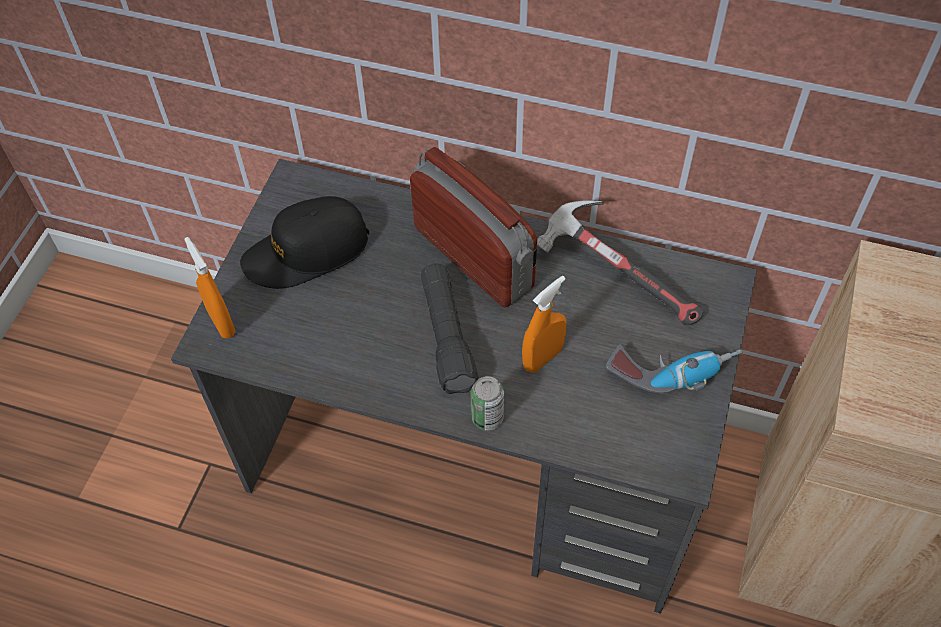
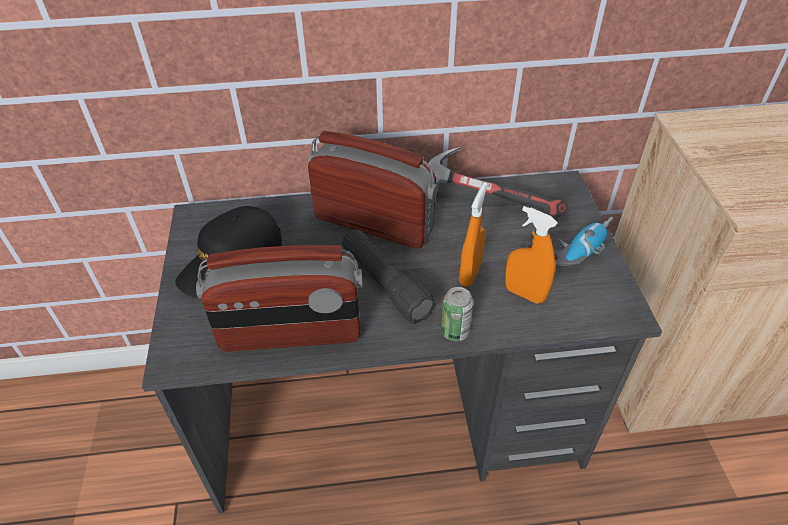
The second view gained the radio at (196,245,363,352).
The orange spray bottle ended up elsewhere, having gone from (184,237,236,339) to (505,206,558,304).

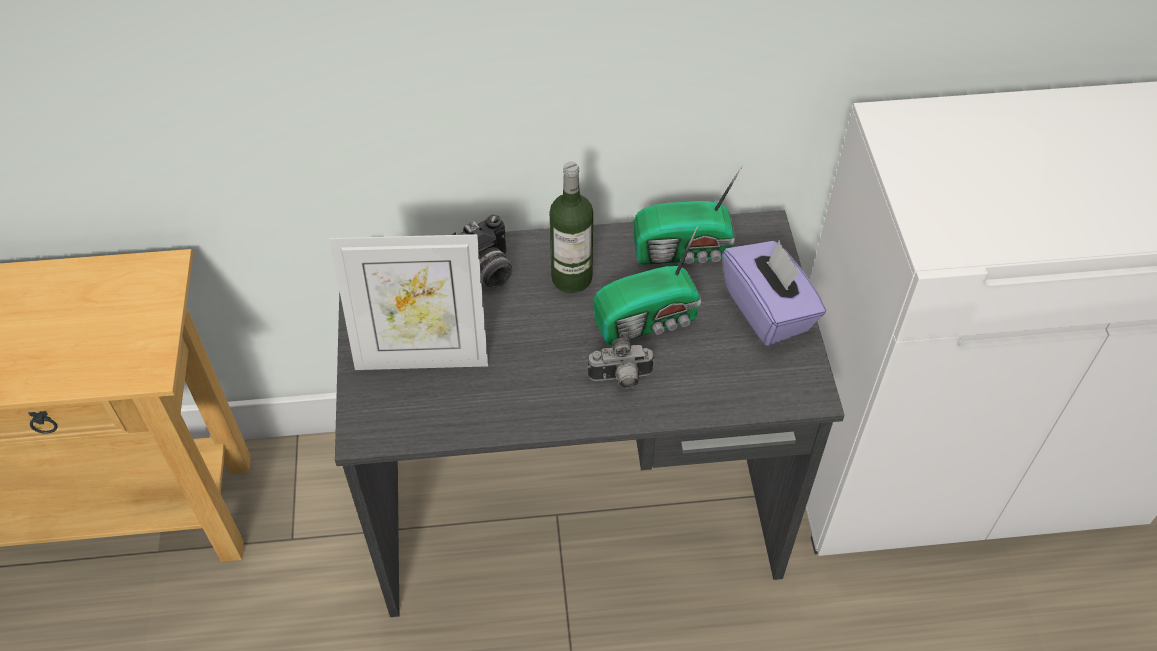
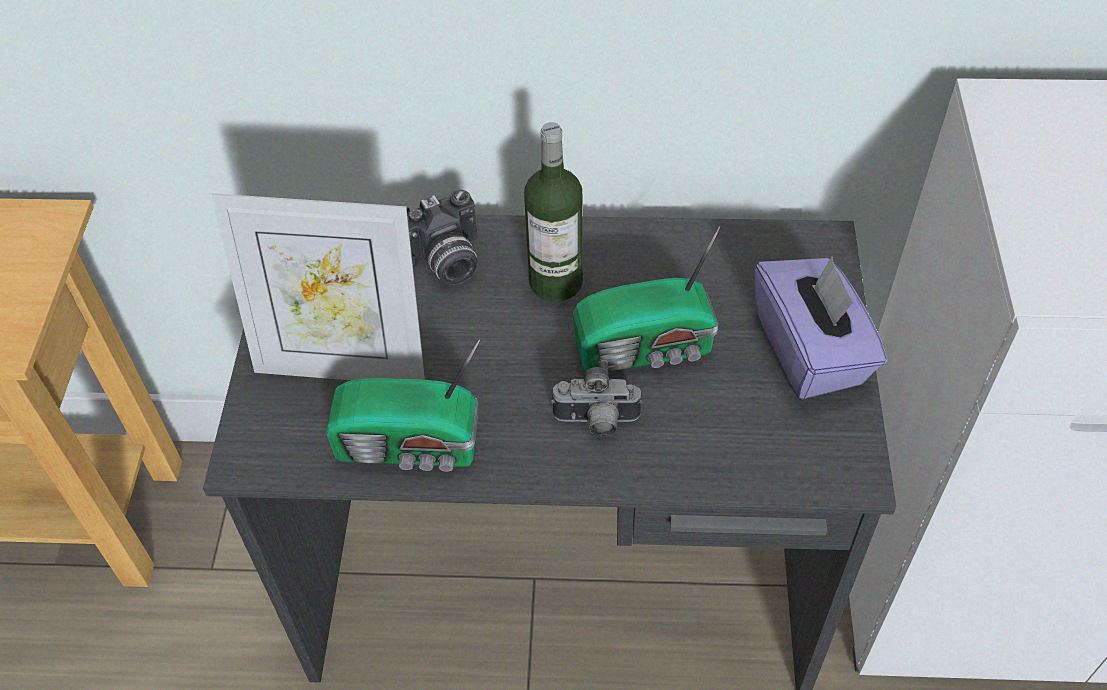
The radio ended up elsewhere, having gone from (634,166,742,265) to (326,339,480,472).

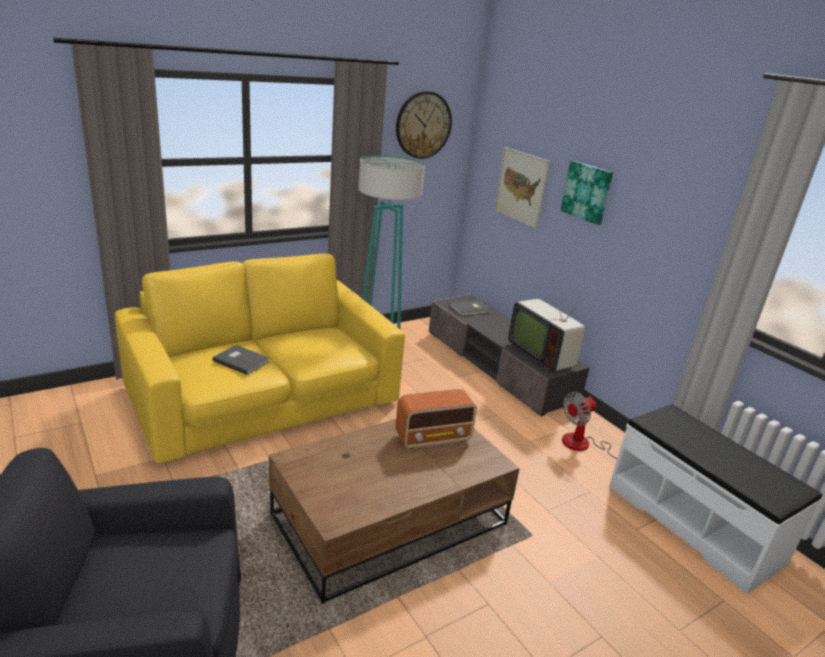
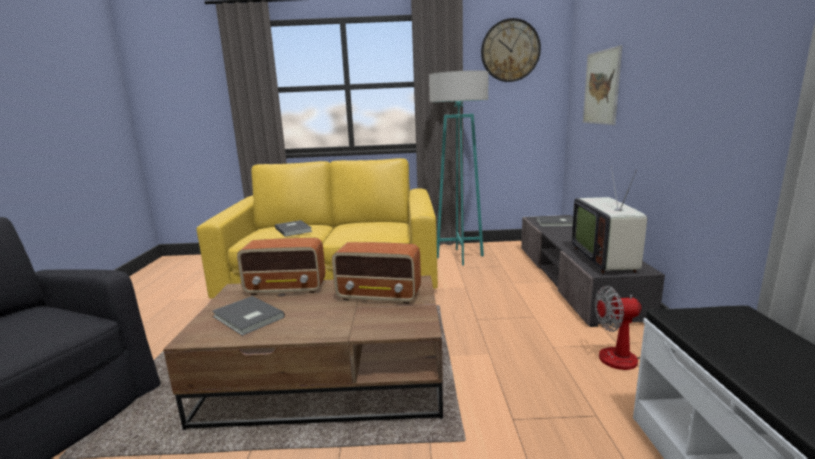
The second view lost the picture at (561,161,613,225).
The second view gained the grey book at (212,296,285,336).
The second view gained the radio at (237,238,325,295).

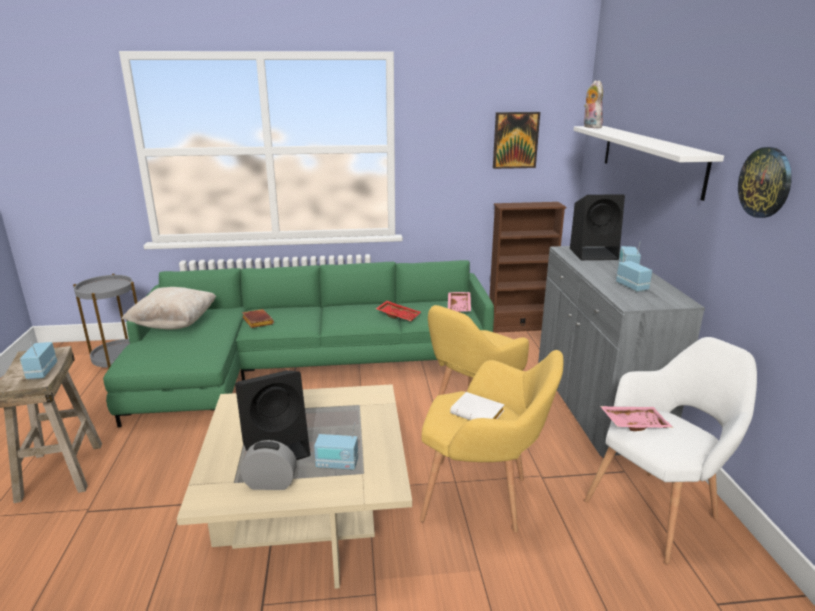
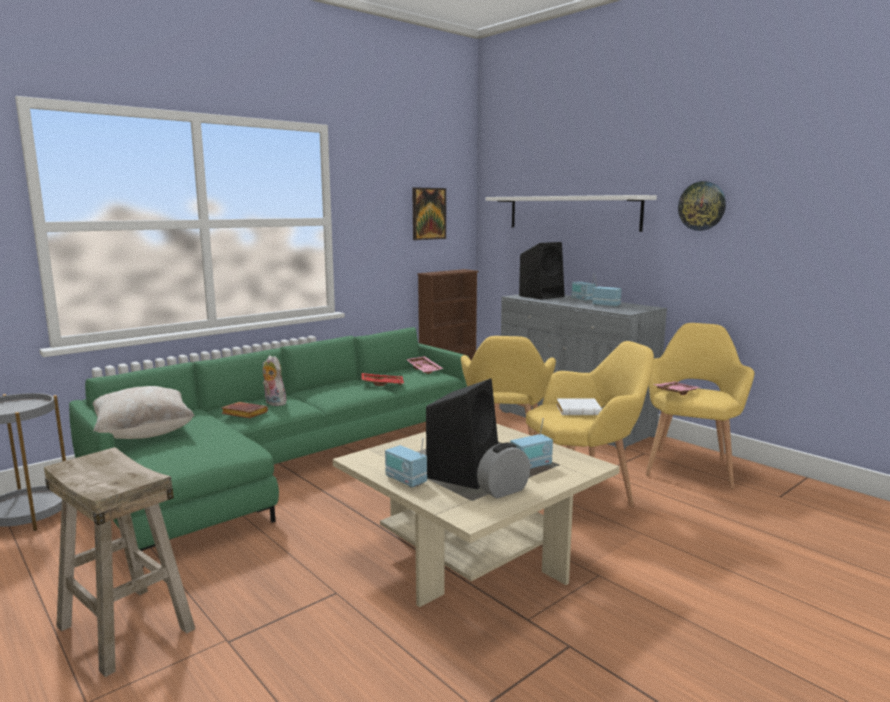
The radio ended up elsewhere, having gone from (20,342,57,379) to (385,438,427,488).
The plush toy ended up elsewhere, having gone from (584,80,603,128) to (262,355,286,406).
What was the white armchair at (584,337,757,564) turned into the yellow armchair at (646,323,754,489).

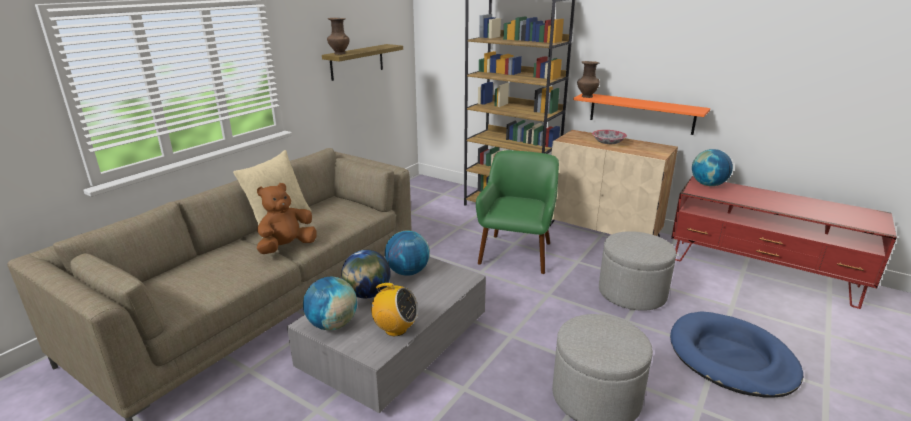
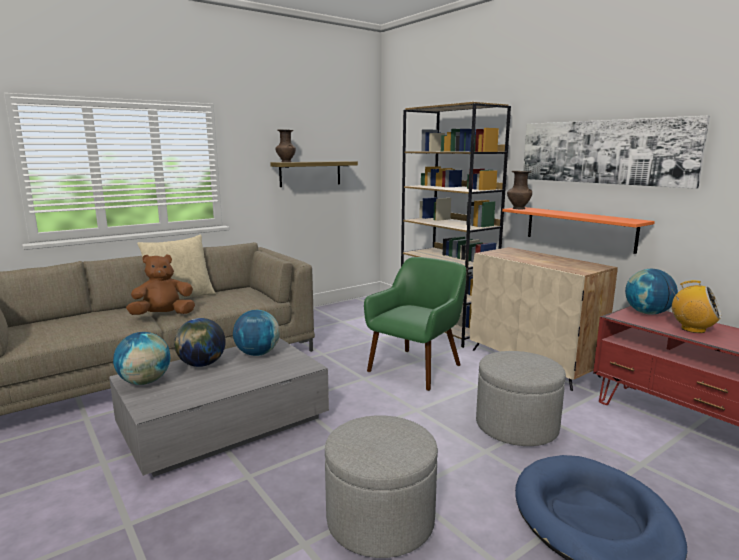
The second view lost the bowl at (592,130,627,144).
The second view gained the picture at (523,116,710,189).
The radio ended up elsewhere, having gone from (365,283,418,336) to (672,280,722,333).

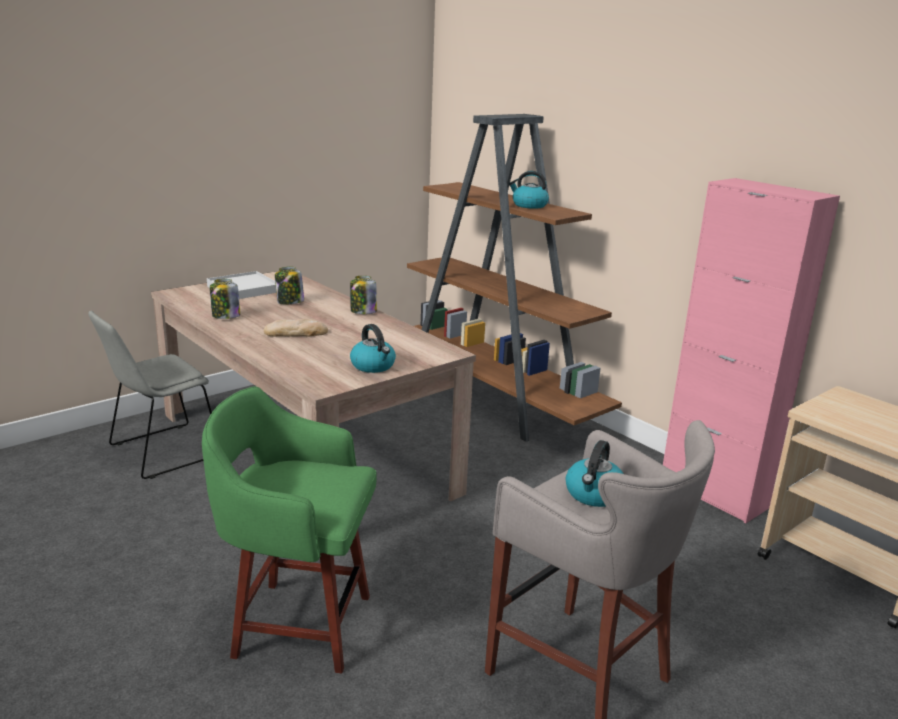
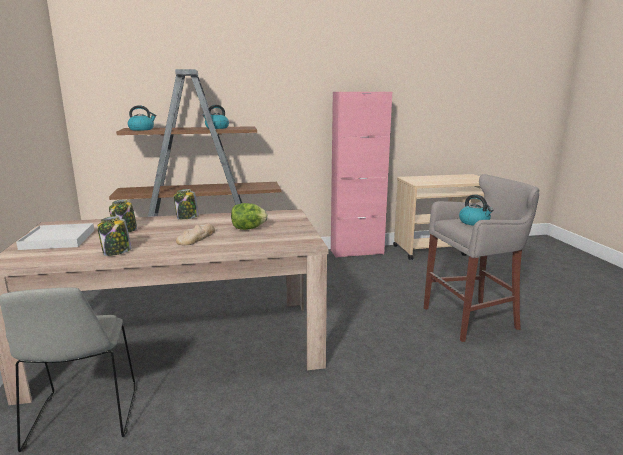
The second view lost the green stool at (202,386,377,674).
The second view gained the lettuce at (231,203,268,230).
The kettle ended up elsewhere, having gone from (350,324,396,373) to (128,105,157,131).

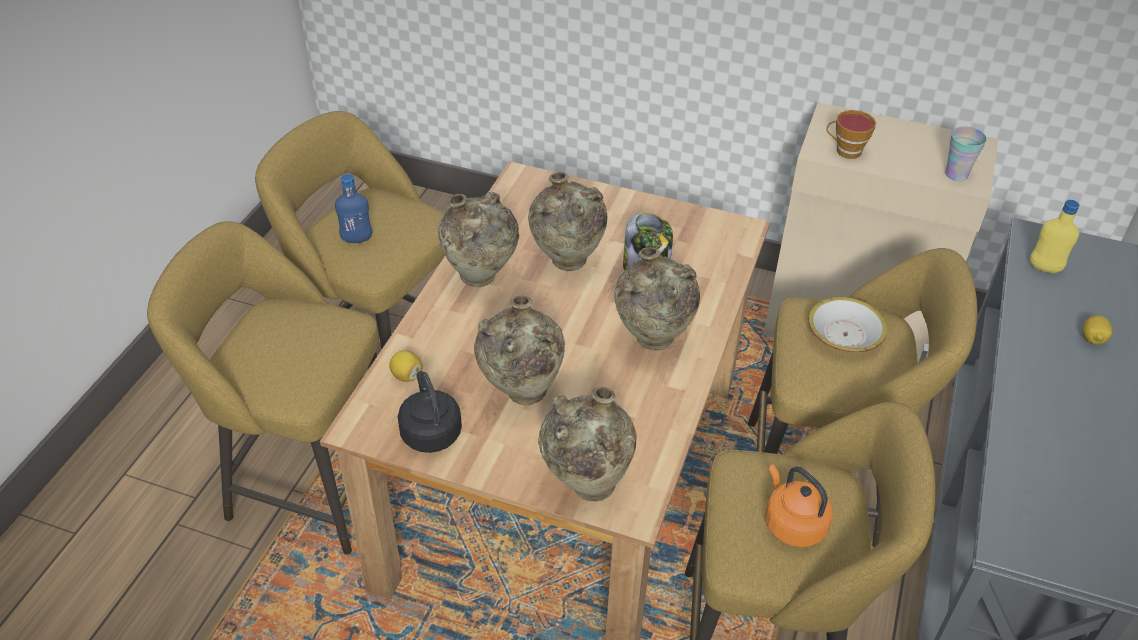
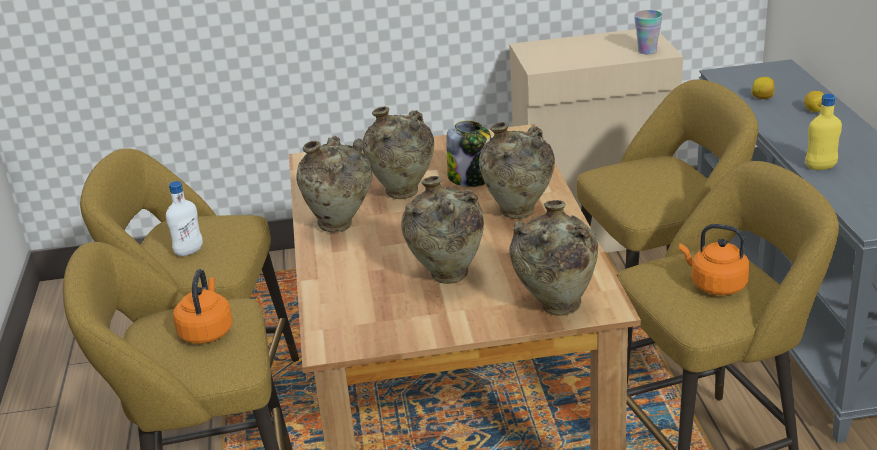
The second view lost the black kettle at (398,371,462,453).
The second view lost the bowl at (808,297,887,353).
The second view lost the cup at (827,110,876,159).
The second view gained the orange kettle at (173,269,232,344).
The lemon ended up elsewhere, having gone from (389,350,423,382) to (751,77,775,99).
The yellow bottle ended up elsewhere, having gone from (1030,200,1079,273) to (805,94,842,170).
What was the blue bottle at (335,174,372,243) turned into the white bottle at (166,181,203,256).

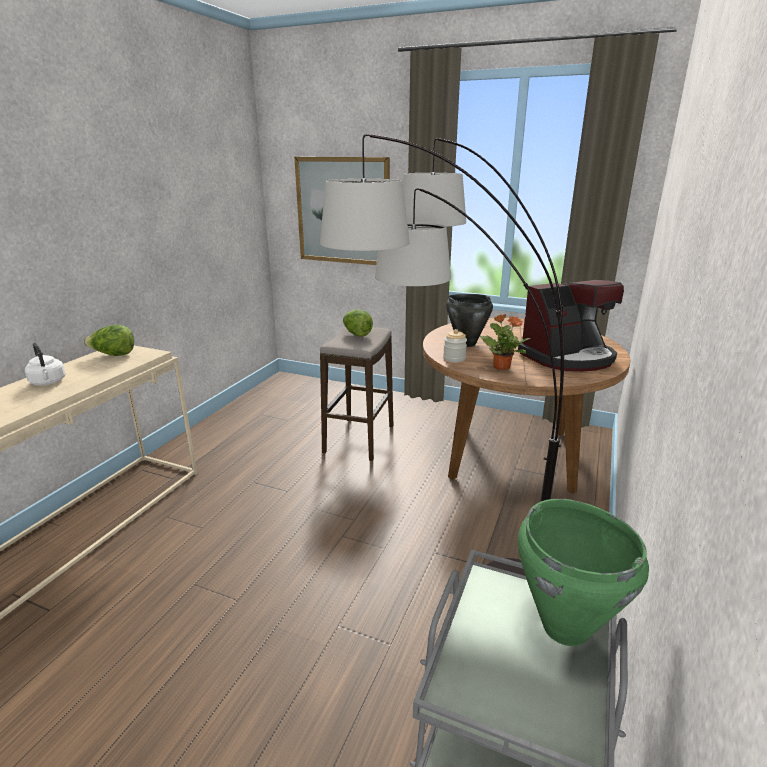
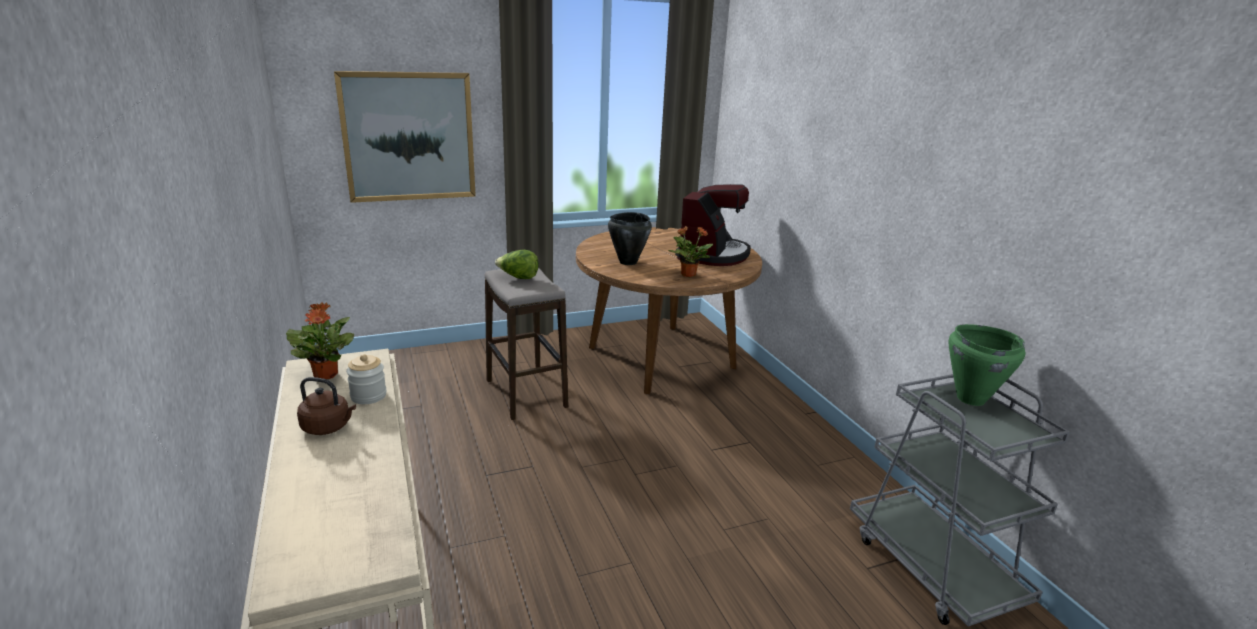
The second view lost the floor lamp at (320,134,564,576).
The jar ended up elsewhere, having gone from (443,329,467,363) to (346,354,387,404).
Where the lettuce stood at (83,325,134,356), the potted plant came to stand at (286,302,354,379).
What was the white kettle at (25,343,65,386) turned into the brown kettle at (297,377,356,435).

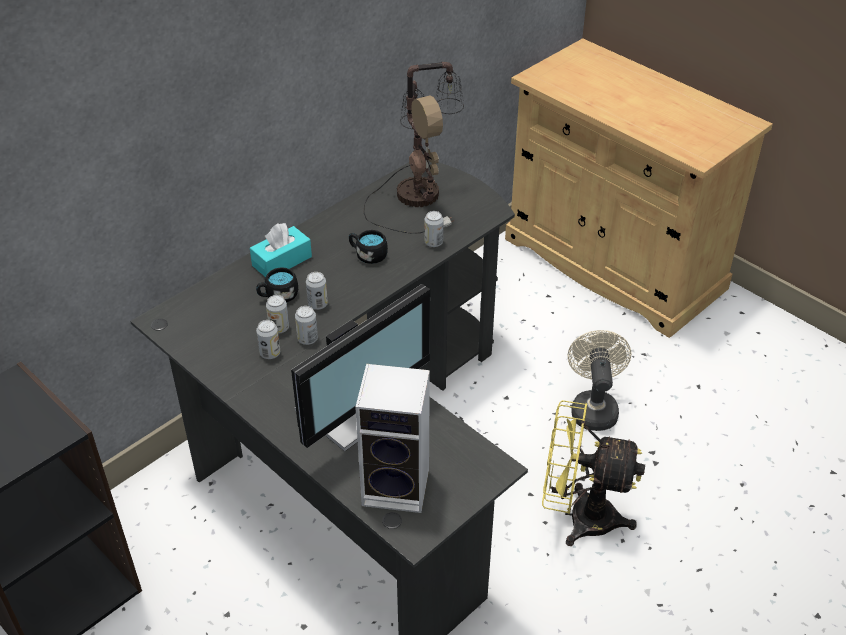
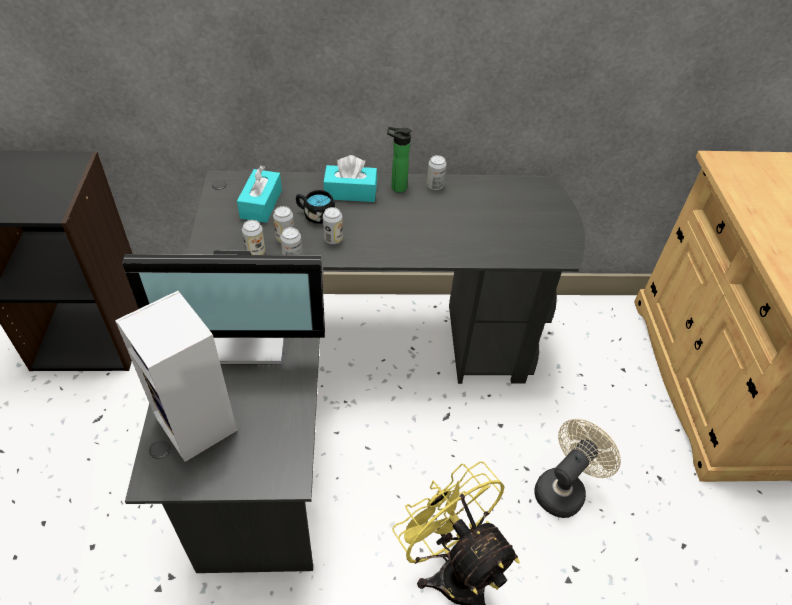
The second view lost the black mug at (349,230,388,264).
The second view lost the table lamp at (364,62,464,234).
The second view gained the turquoise tissue box at (237,166,282,223).
The second view gained the bottle at (387,127,412,193).
The can ended up elsewhere, having gone from (424,211,443,247) to (427,155,446,190).

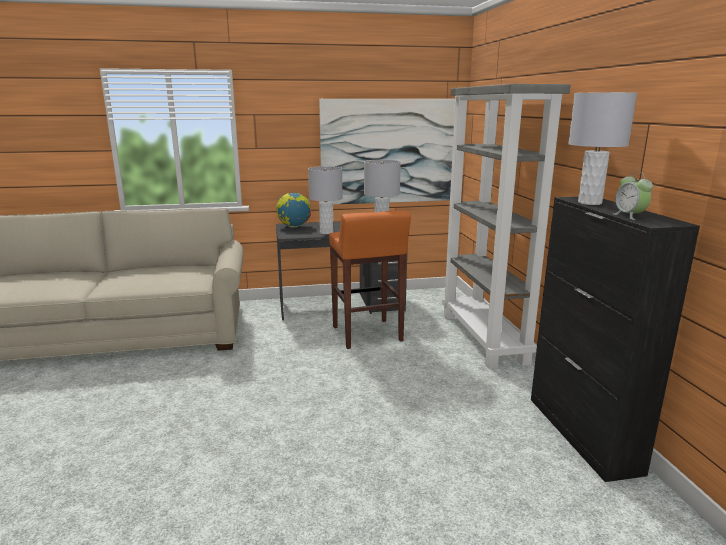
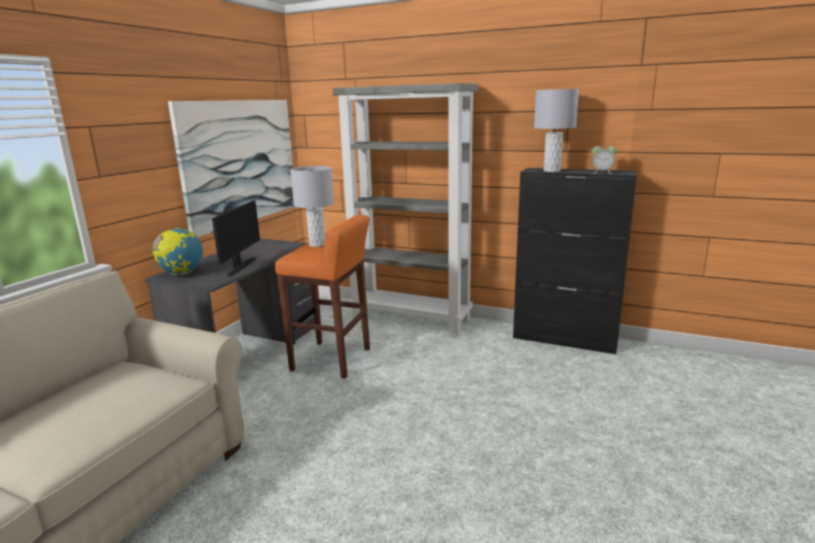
Where the grey table lamp stood at (308,166,343,234), the monitor came to stand at (212,200,260,276).

